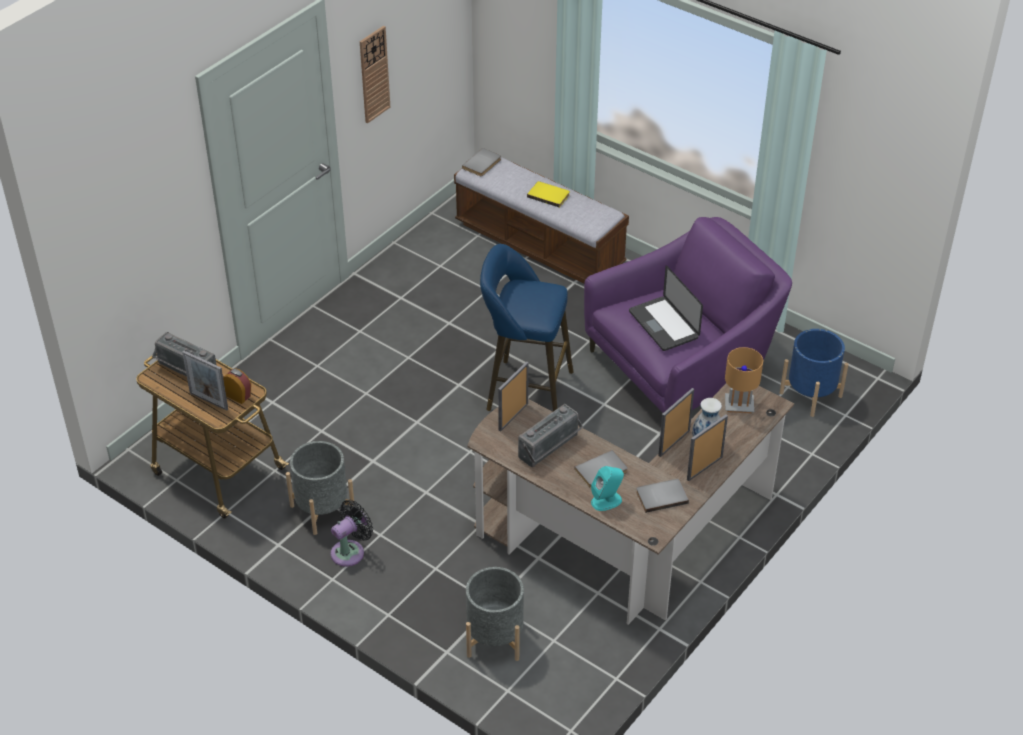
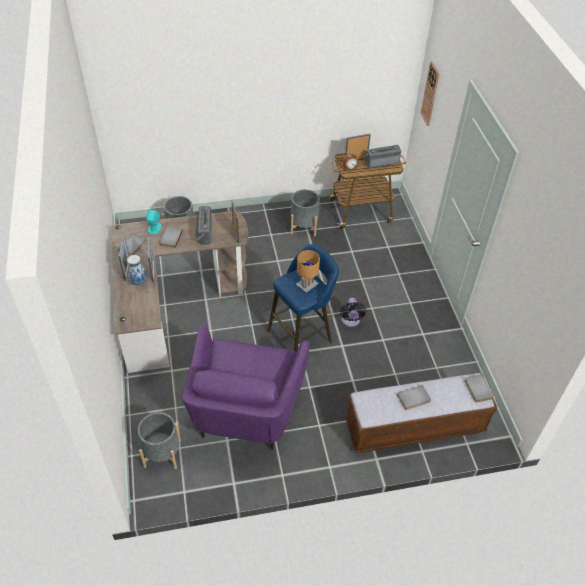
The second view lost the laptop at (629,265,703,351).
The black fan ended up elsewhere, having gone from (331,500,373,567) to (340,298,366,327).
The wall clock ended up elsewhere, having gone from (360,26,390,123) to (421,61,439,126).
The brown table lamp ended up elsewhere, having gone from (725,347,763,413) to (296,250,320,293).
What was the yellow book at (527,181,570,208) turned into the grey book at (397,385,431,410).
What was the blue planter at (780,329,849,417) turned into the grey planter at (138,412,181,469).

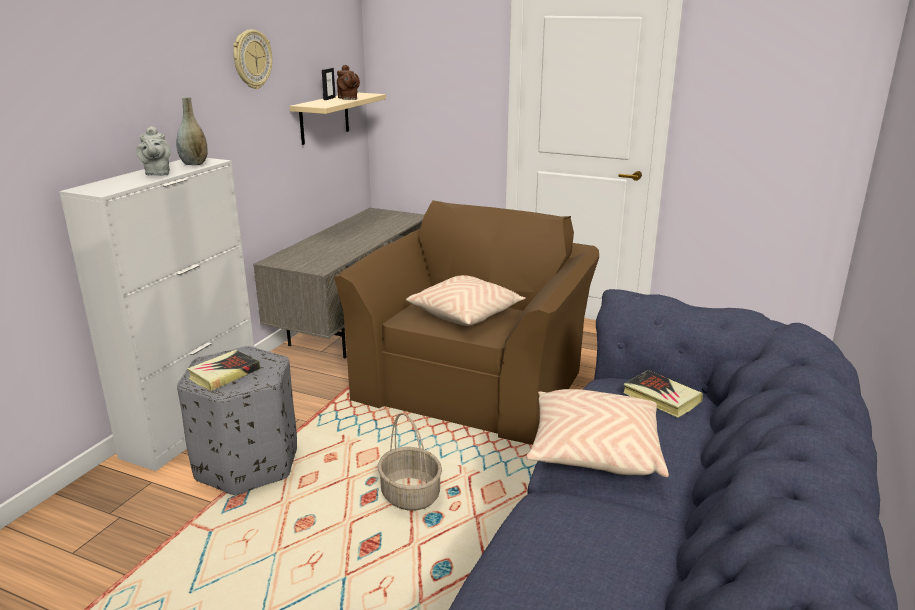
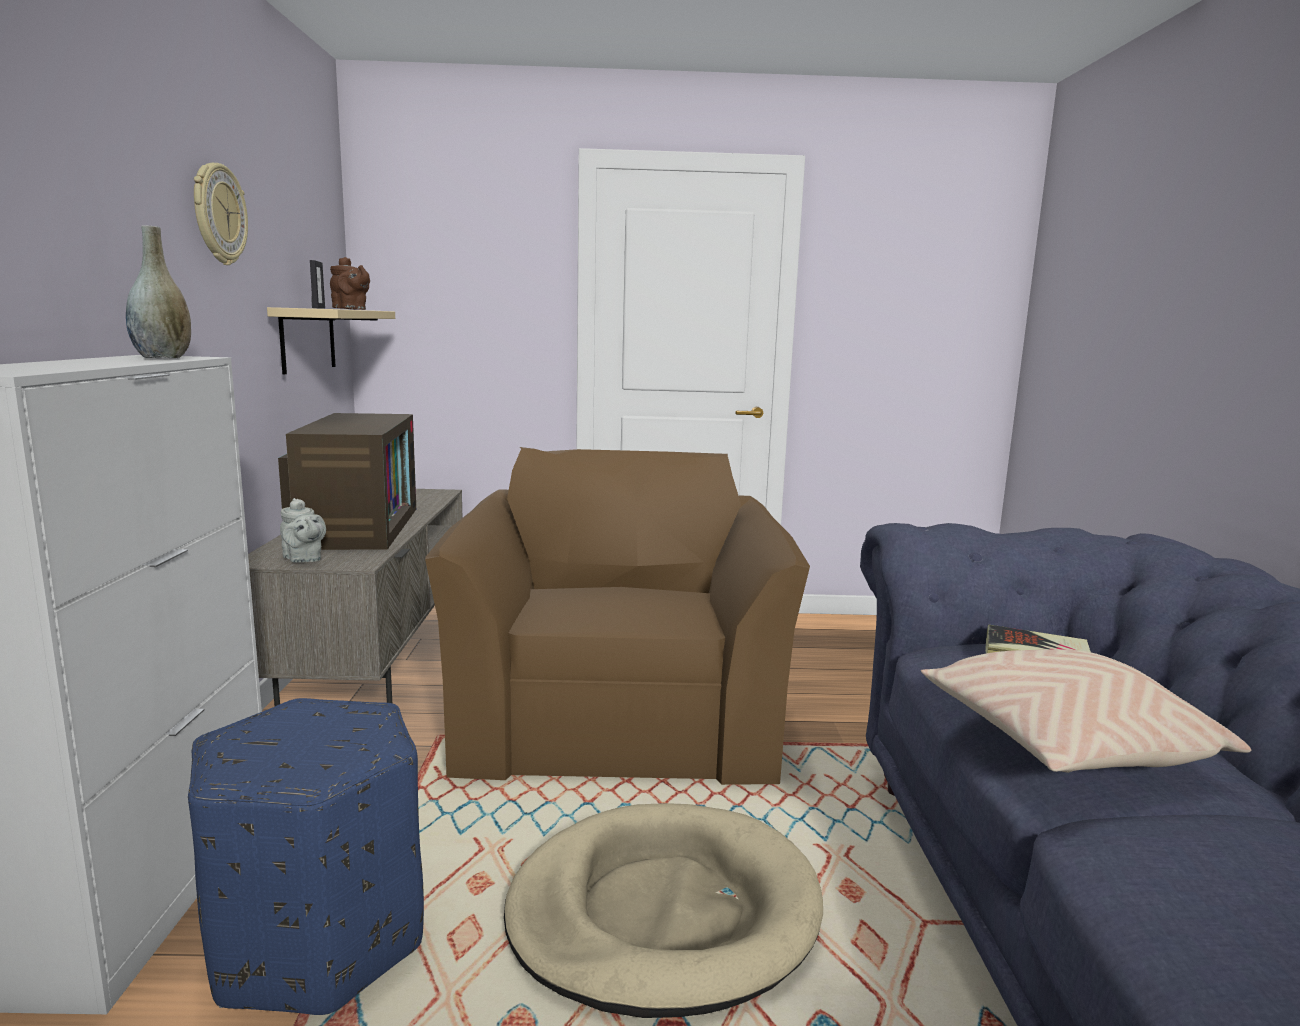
The second view lost the book at (187,350,260,391).
The second view lost the beige pillow at (406,275,526,326).
The second view gained the television at (278,413,416,550).
The grey teapot ended up elsewhere, having gone from (136,126,171,176) to (280,498,326,563).
Where the basket stood at (378,413,442,511), the beige dog bed came to stand at (504,803,823,1018).
What was the grey ottoman at (177,346,297,495) turned into the blue ottoman at (188,698,424,1015).

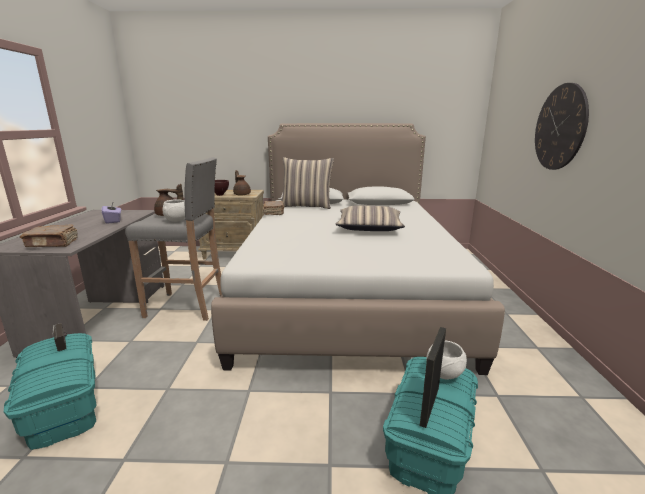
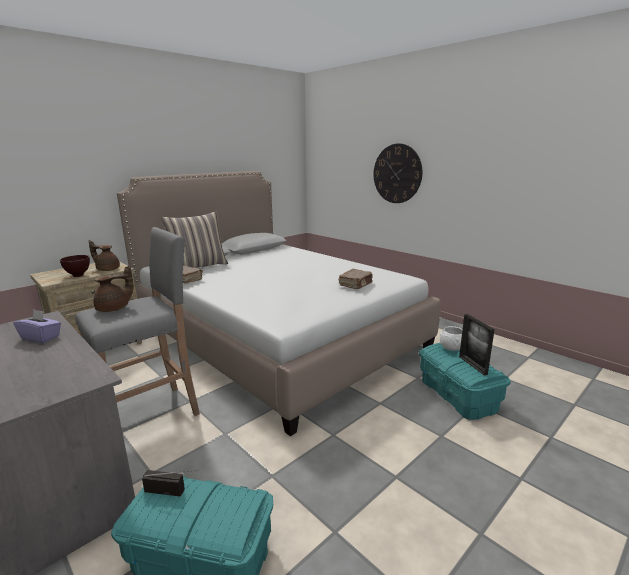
The second view lost the white bowl at (163,199,185,222).
The second view lost the pillow at (336,205,405,231).
The brown book ended up elsewhere, having gone from (20,224,78,247) to (339,269,373,289).

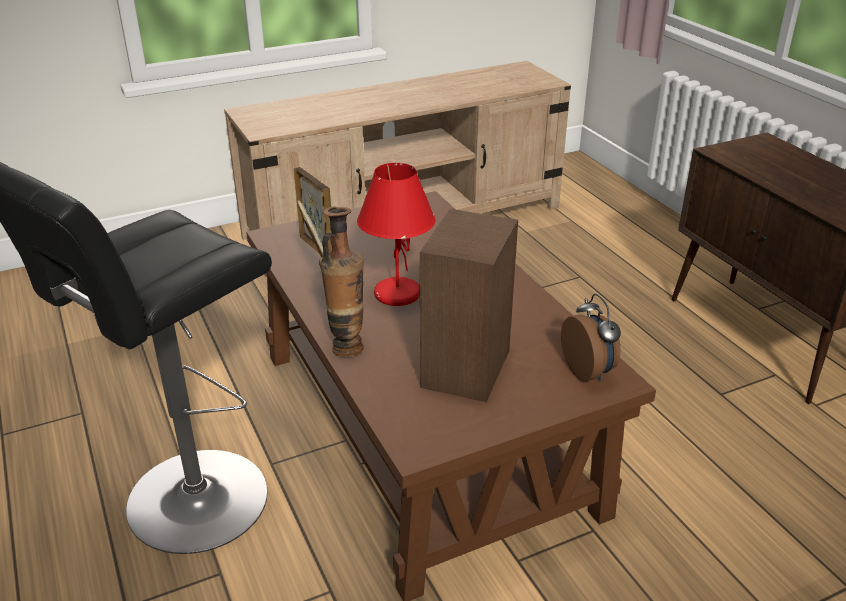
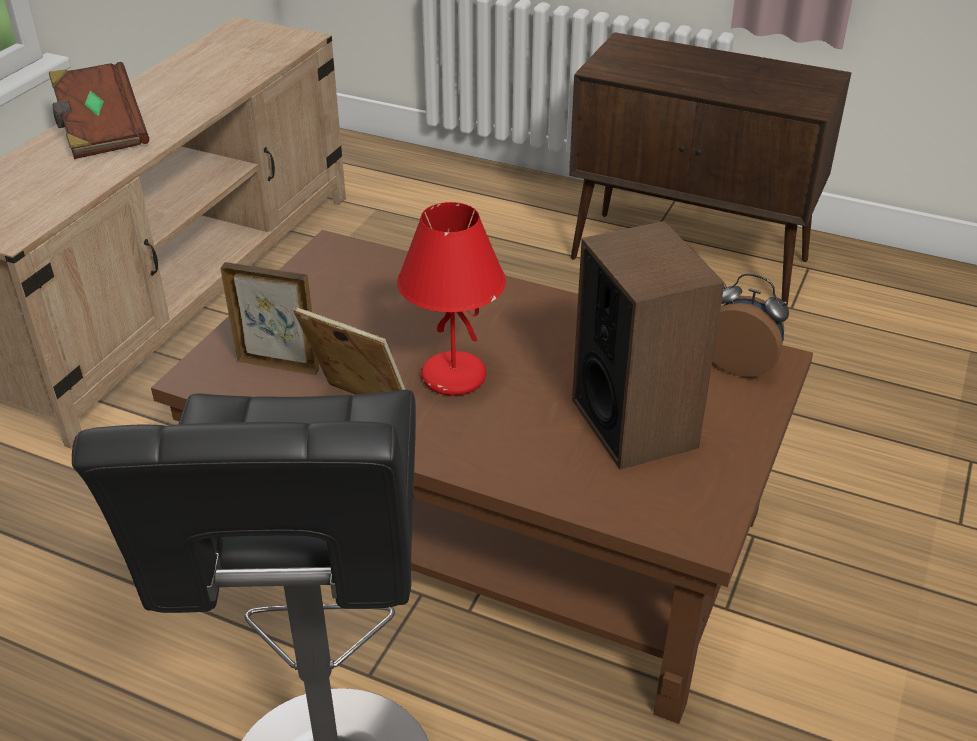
The second view lost the vase at (319,206,364,357).
The second view gained the brown book at (49,62,149,159).

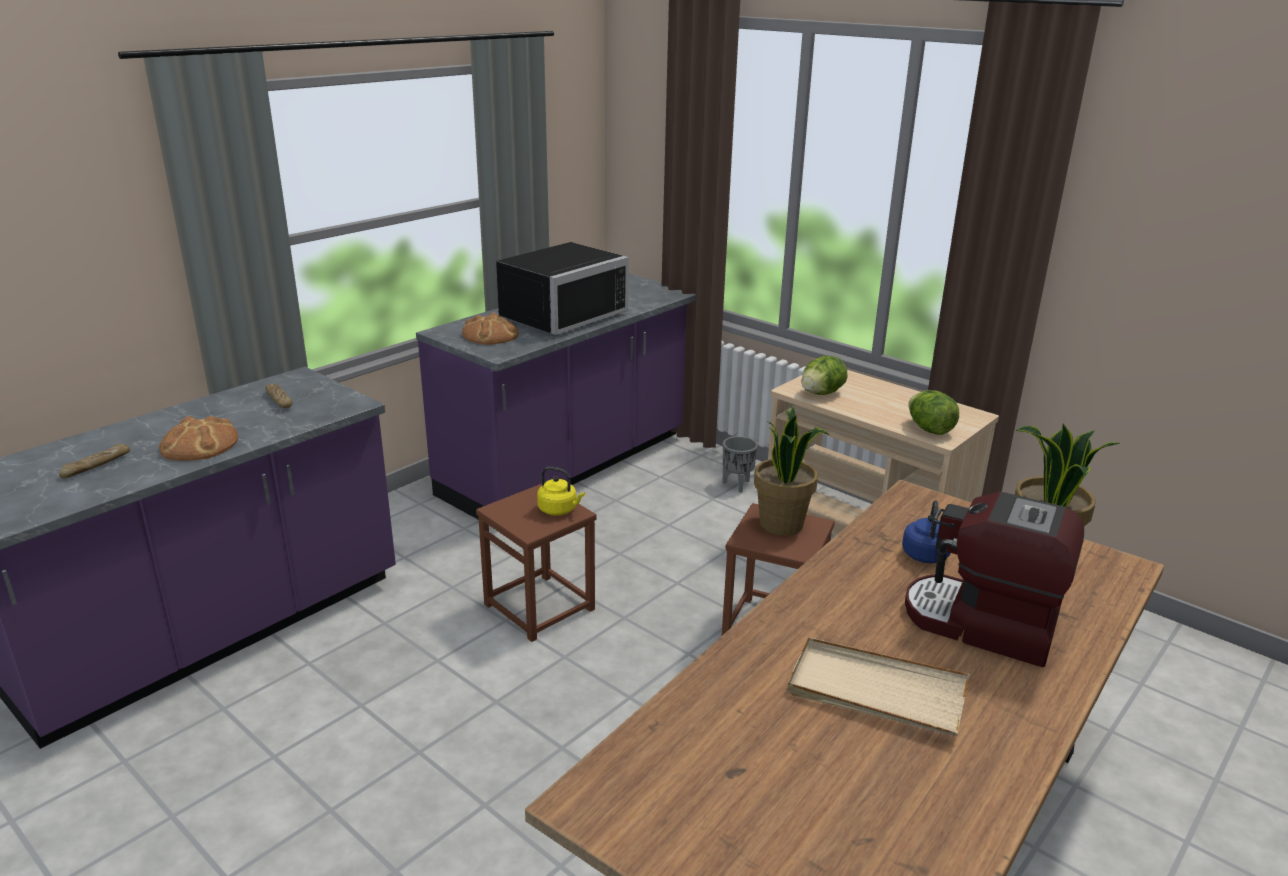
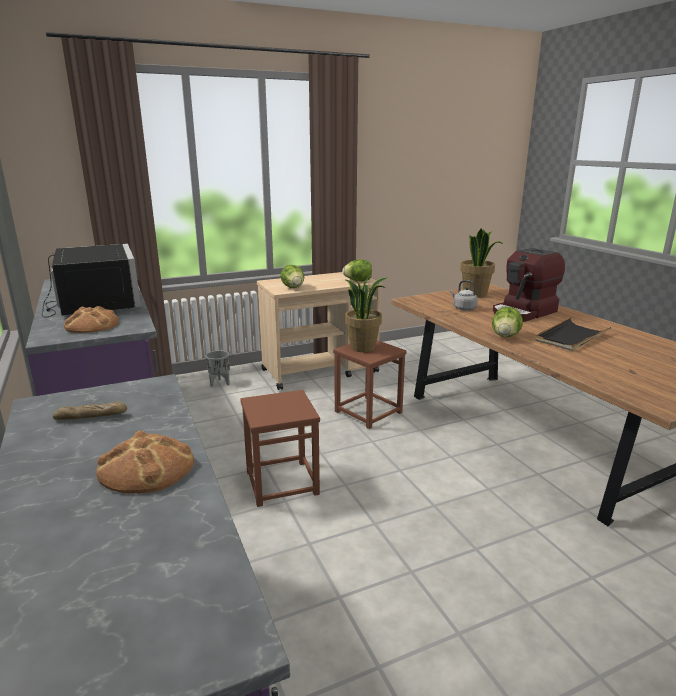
The second view lost the bread at (59,444,130,479).
The second view lost the yellow kettle at (537,467,585,516).
The second view gained the lettuce at (492,307,523,337).
What was the beige tray at (787,637,970,736) turned into the black tray at (535,318,611,351).
What was the blue kettle at (902,500,951,563) turned into the grey kettle at (450,280,478,311).

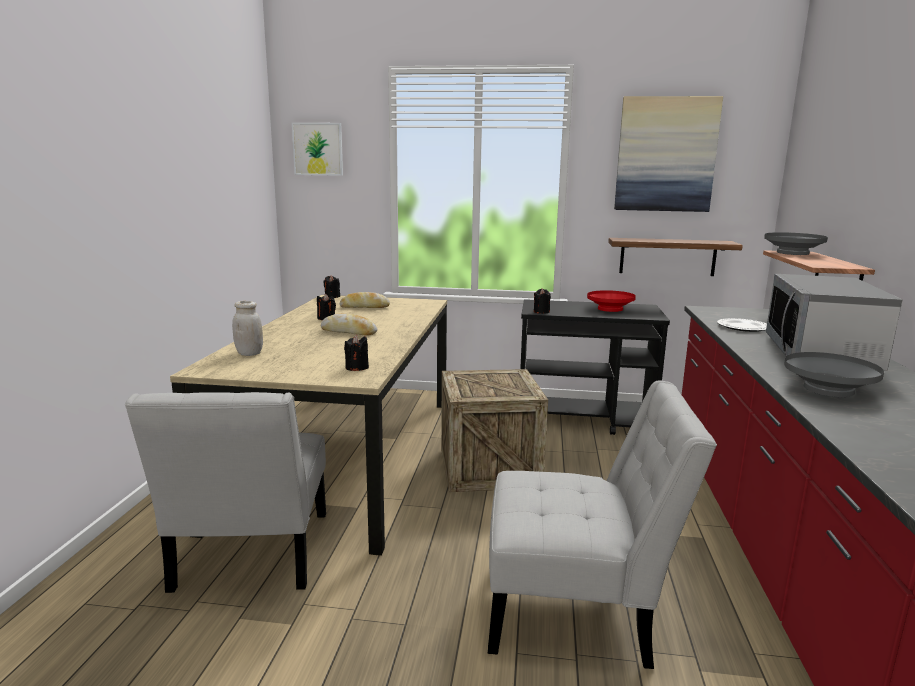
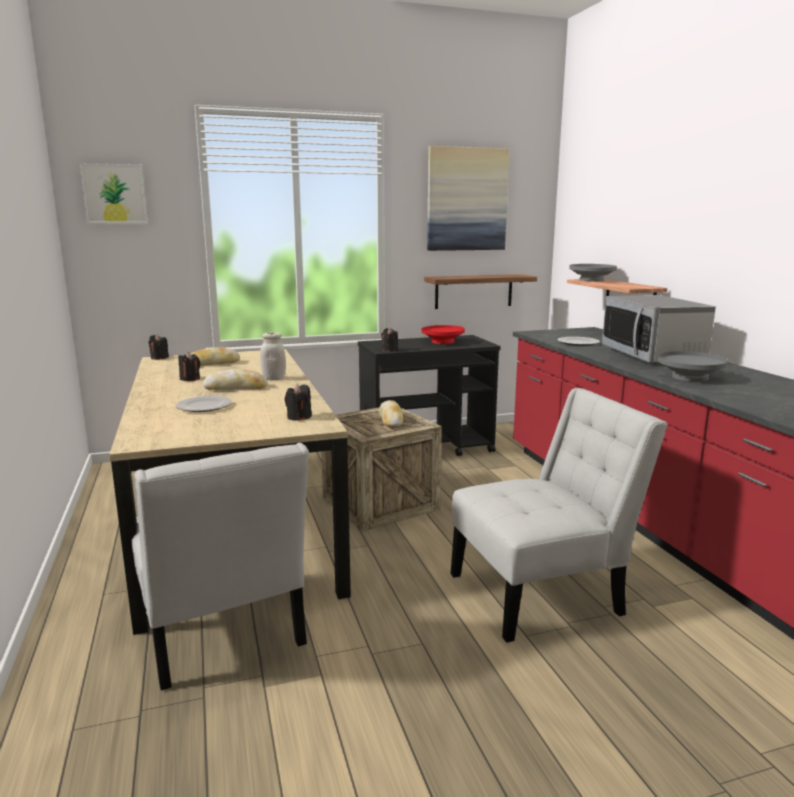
The second view gained the plate at (175,396,232,412).
The second view gained the bread at (379,400,403,427).
The white jar ended up elsewhere, having gone from (232,301,263,356) to (260,333,286,380).

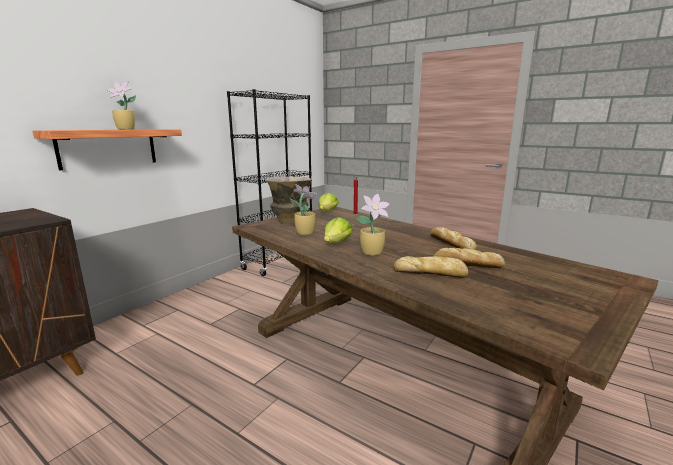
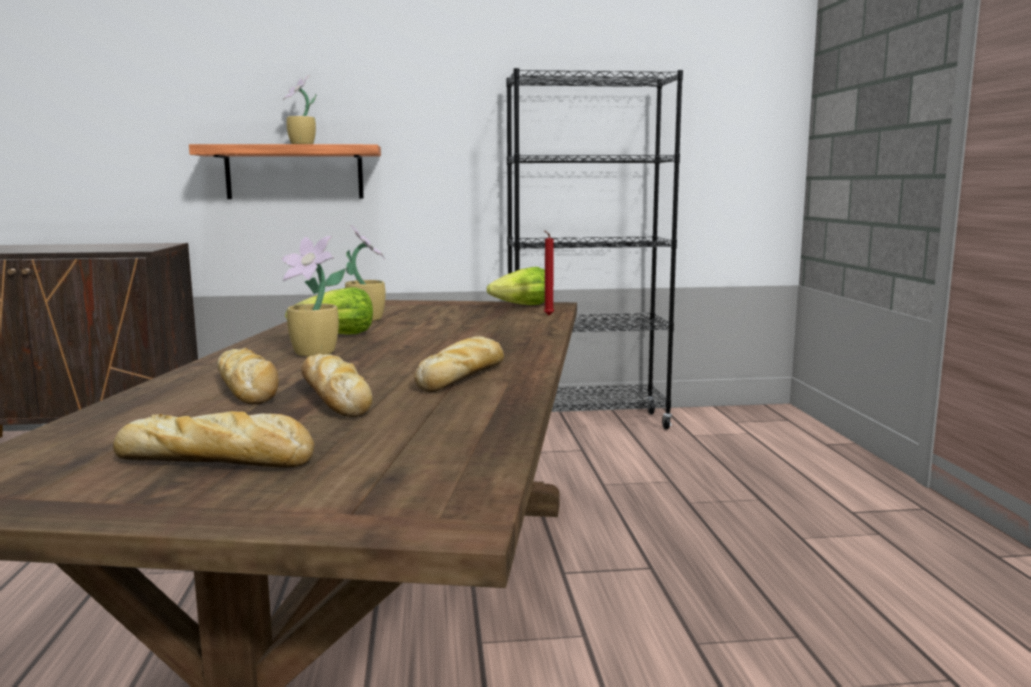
The second view lost the vase at (266,176,313,224).
The second view gained the bread at (113,411,315,468).

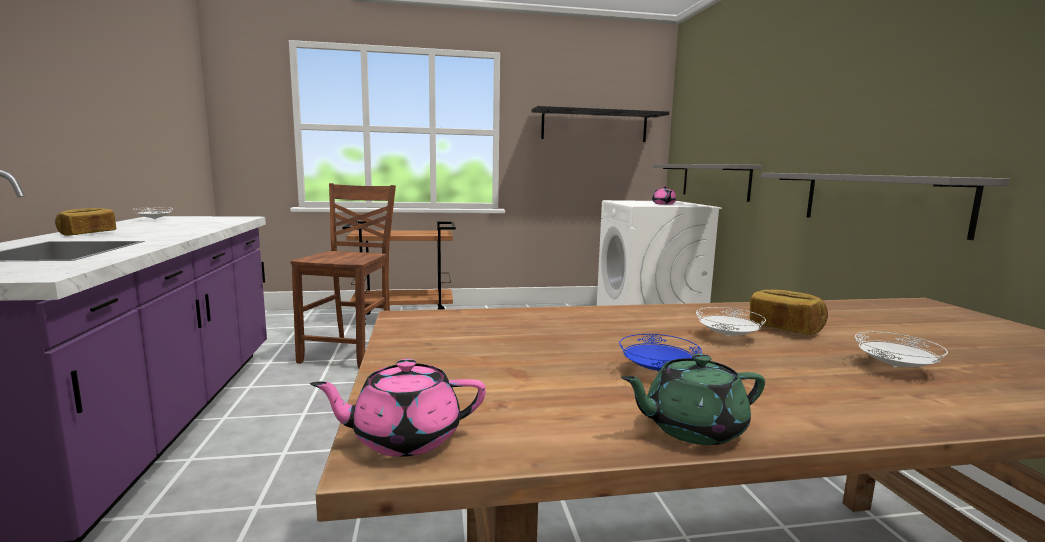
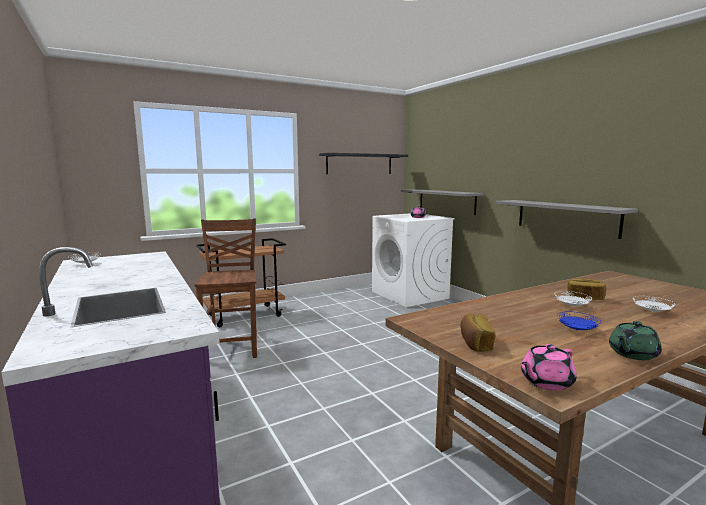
The bread ended up elsewhere, having gone from (55,208,116,236) to (460,314,495,352).

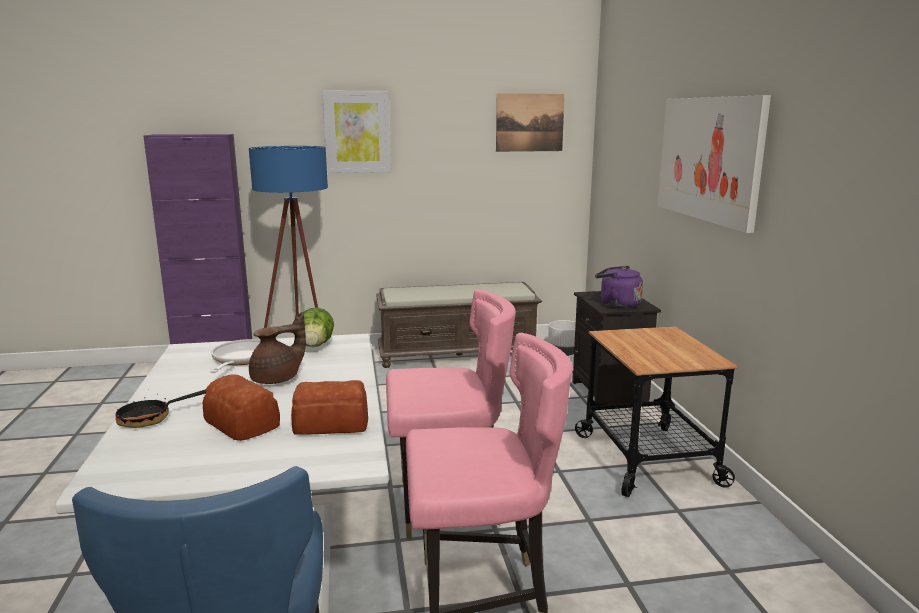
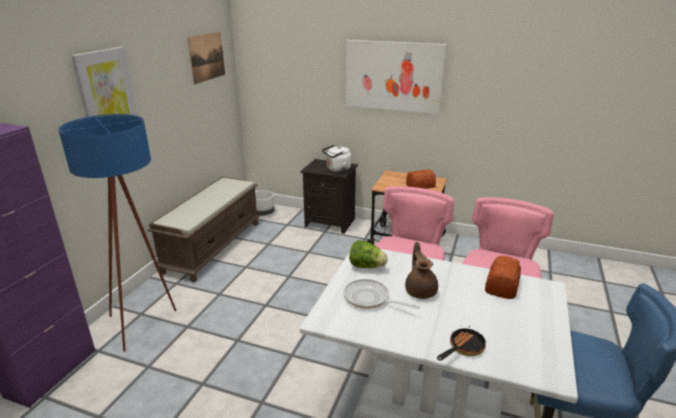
The bread ended up elsewhere, having gone from (203,375,280,441) to (406,169,436,189).
What was the purple kettle at (595,266,643,308) turned into the white kettle at (322,145,351,172).
The frying pan at (116,389,206,428) ended up facing another way, 135 degrees counterclockwise from before.

